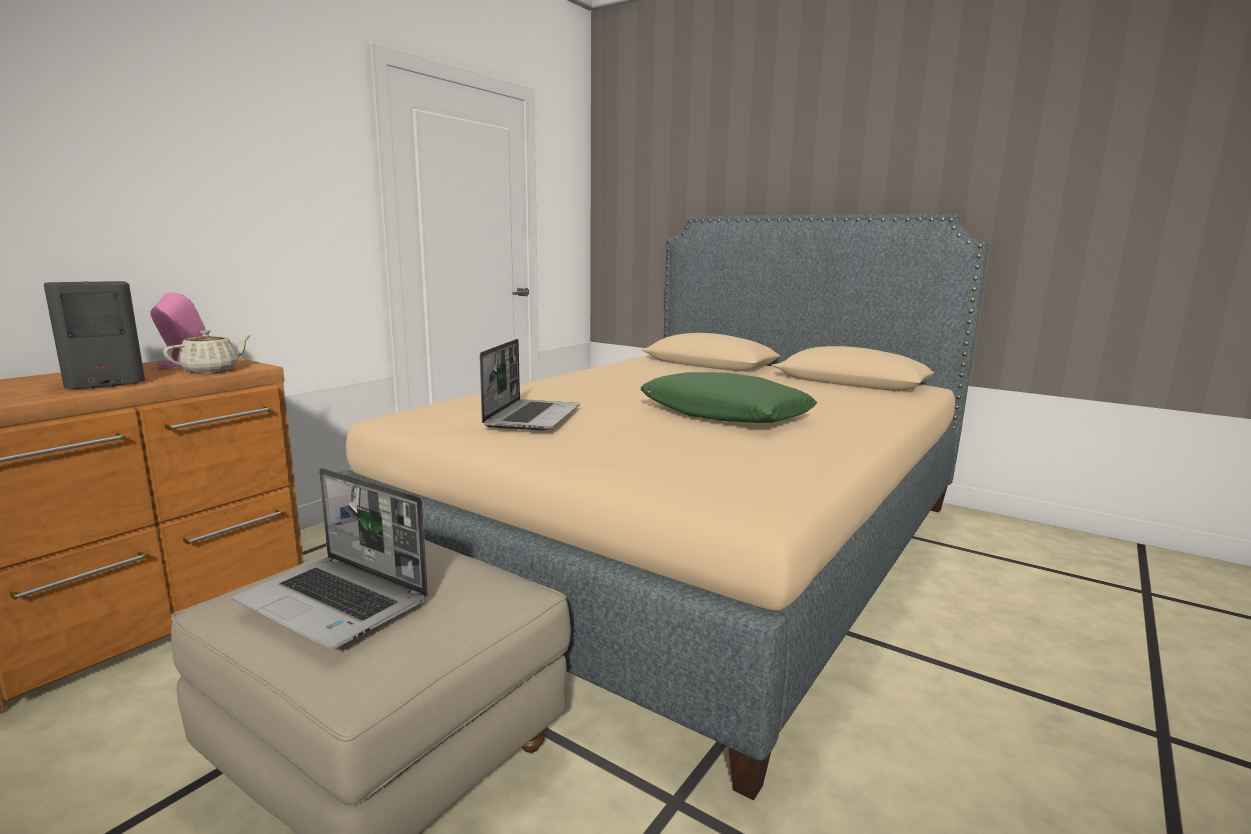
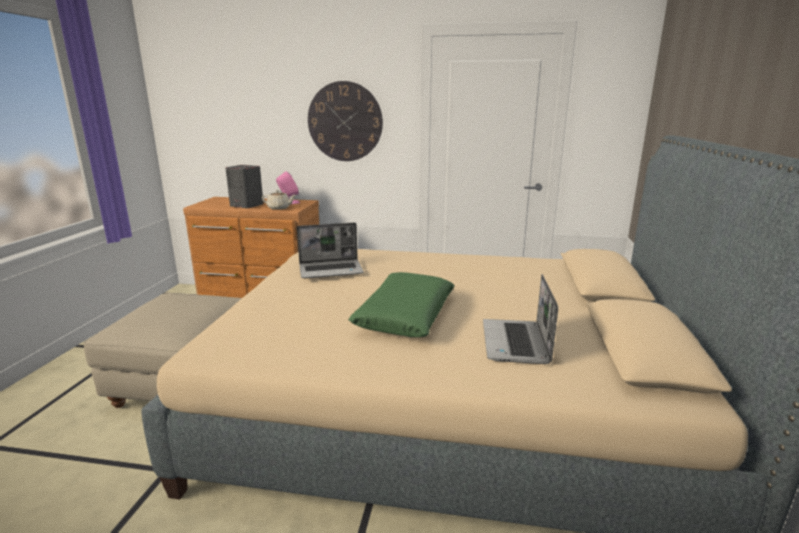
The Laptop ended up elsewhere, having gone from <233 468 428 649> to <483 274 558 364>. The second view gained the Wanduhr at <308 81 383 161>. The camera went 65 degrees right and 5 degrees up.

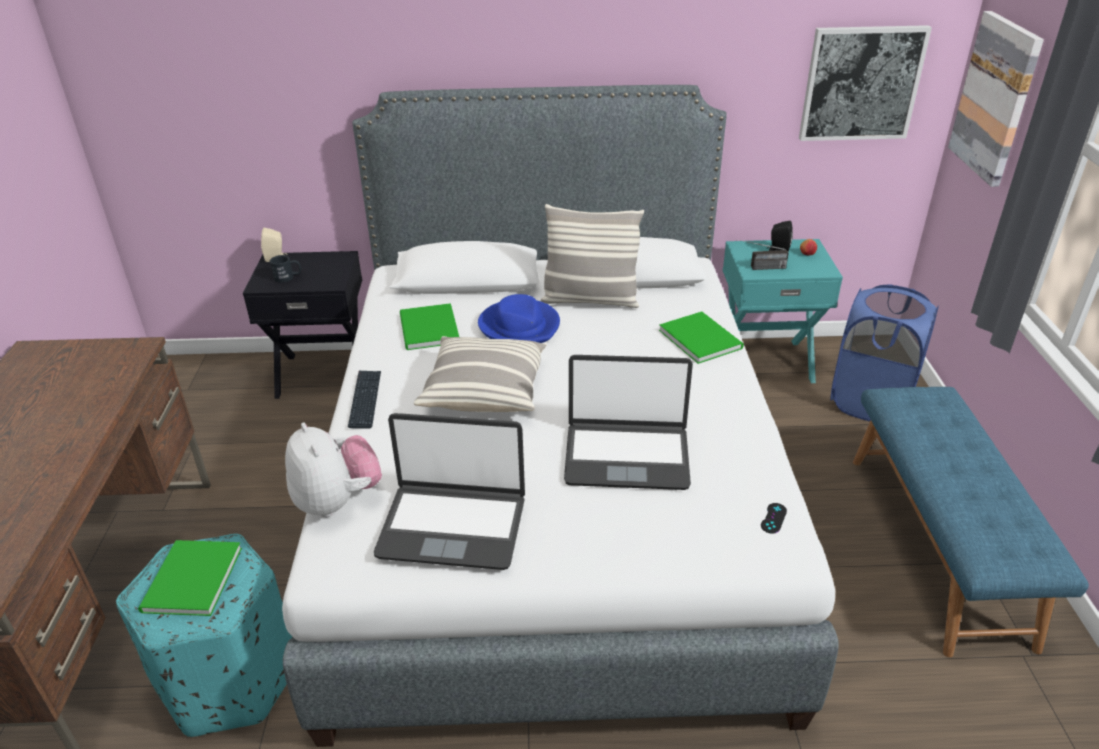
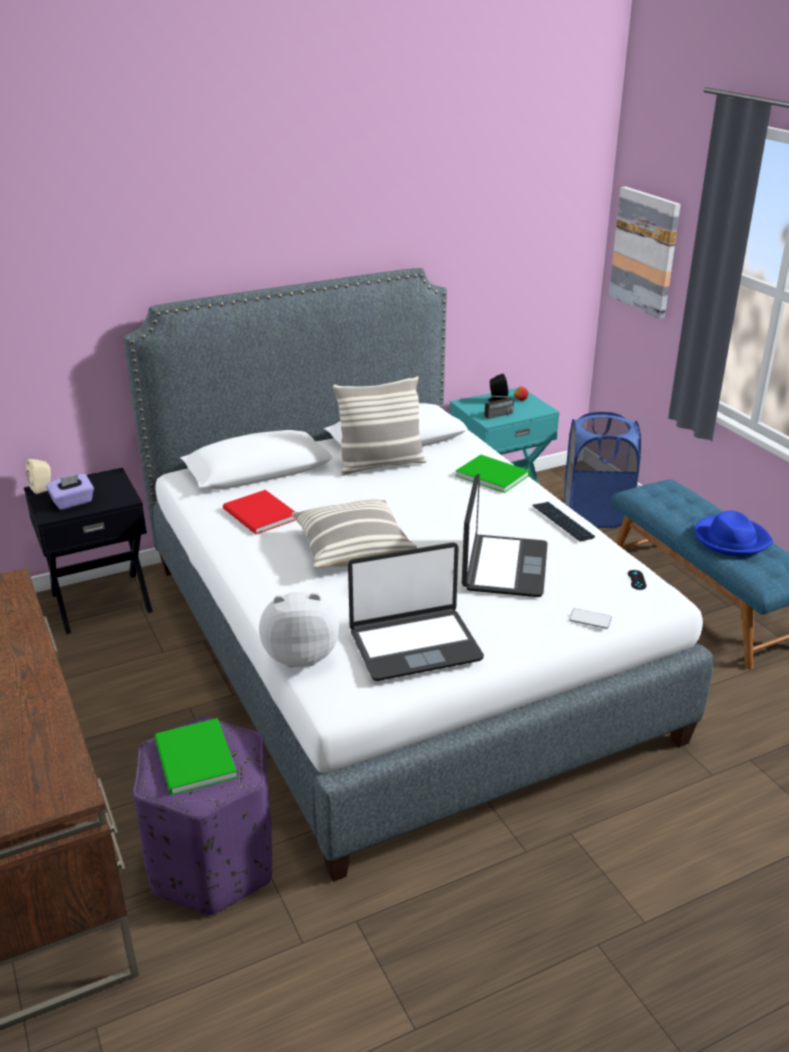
What was the Polsterhocker (türkis) at <116 534 293 737> turned into the Polsterhocker (lila) at <133 716 272 916>. Where the Henkelbecher (schwarz) stood at <270 255 301 283>, the Taschentuchbox (lila) came to stand at <46 474 94 510>. The Plüschtier at <285 423 382 517> ended up facing another way, 45 degrees counterclockwise from before. The Tastatur ended up elsewhere, having gone from <348 371 381 428> to <532 502 595 541>. What was the Buch (grün) at <400 303 459 350> turned into the Buch (rot) at <223 490 295 534>. The Hut (blau) ended up elsewhere, having gone from <478 294 560 343> to <694 511 773 556>. The Laptop at <564 355 693 490> ended up facing another way, 60 degrees counterclockwise from before. The second view lost the Bild at <799 25 932 141>. The second view gained the Handy at <569 609 612 629>. The camera went 25 degrees left and 5 degrees down.

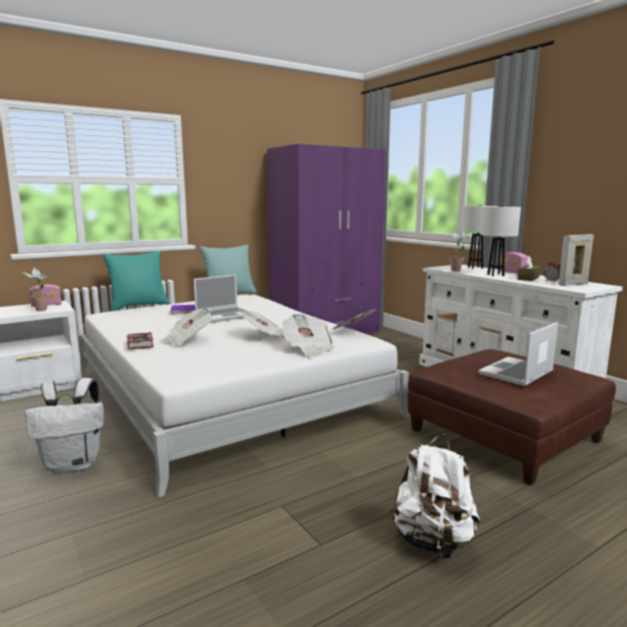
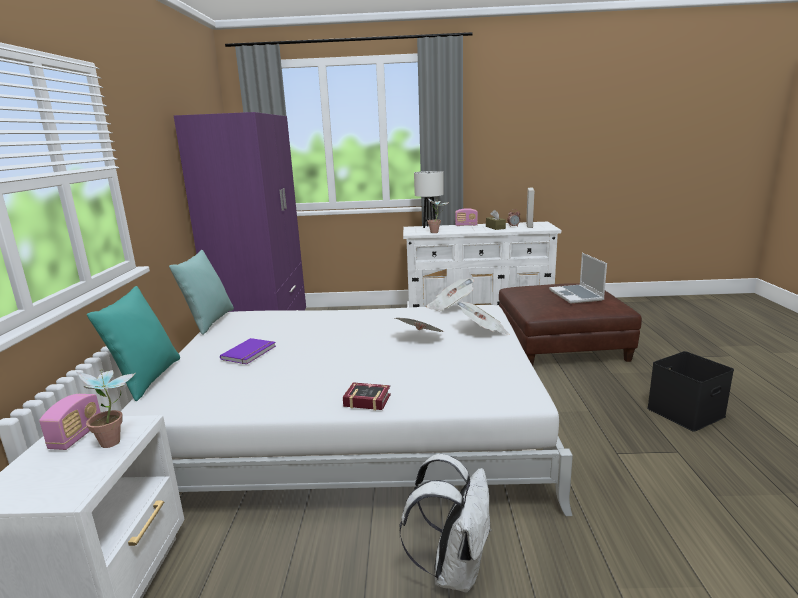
The second view lost the Zeitung at <160 308 212 345>. The second view lost the Laptop at <194 274 247 323>. Where the Rucksack (weiß) stood at <389 434 480 559>, the Aufbewahrungsbox (schwarz) came to stand at <647 351 734 432>. The second view lost the Tischlampe (weiß) at <480 206 521 276>. The camera went 55 degrees left and 5 degrees up.

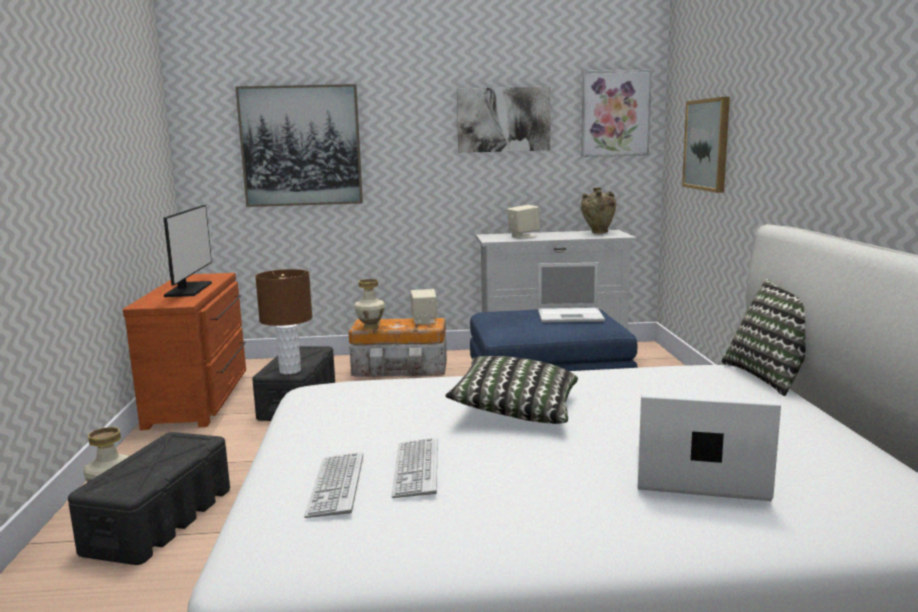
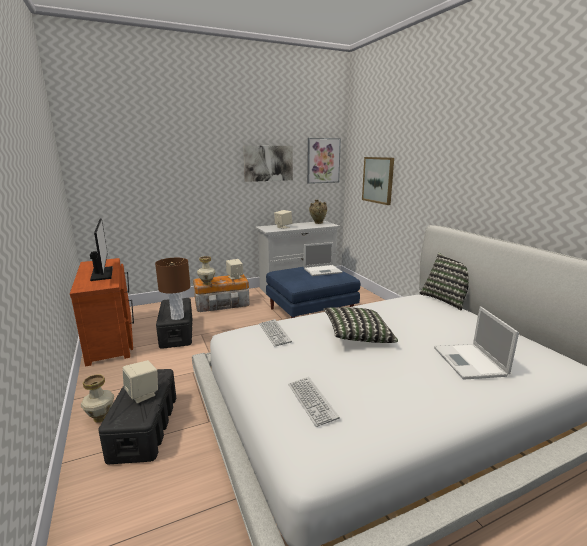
The second view lost the Bild at <235 84 363 207>. The Tastatur ended up elsewhere, having gone from <391 438 438 498> to <259 319 292 347>. The Laptop at <638 393 781 501> ended up facing another way, 90 degrees counterclockwise from before. The second view gained the Lautsprecher (beige) at <122 360 158 404>. The camera went 20 degrees left and 5 degrees up.

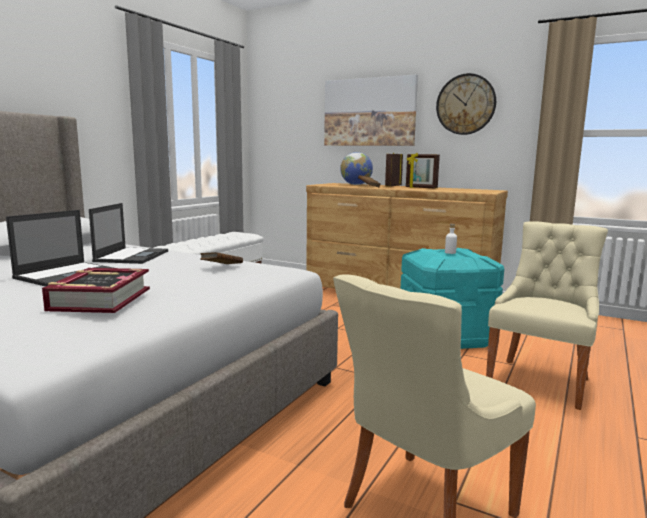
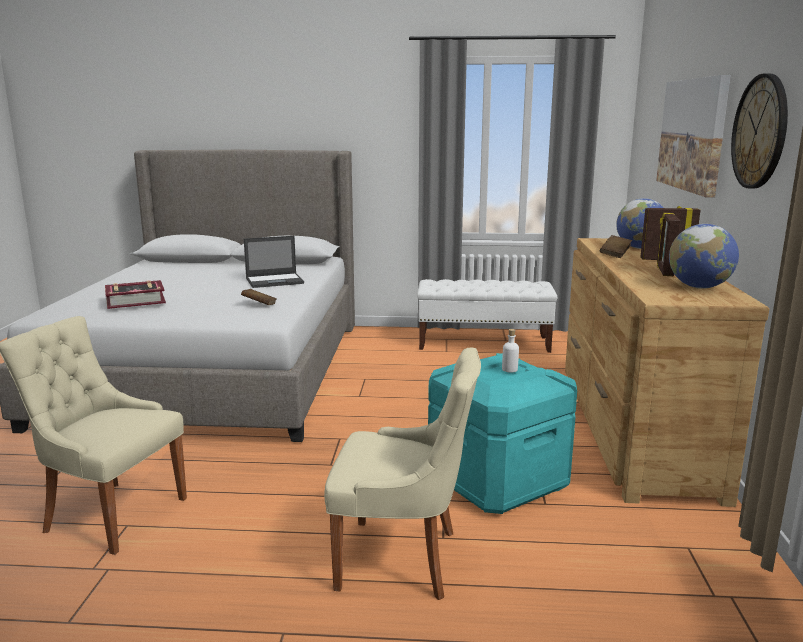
The second view lost the Laptop at <6 210 113 287>. The second view gained the Globus at <669 224 739 289>. The camera went 65 degrees right and 5 degrees up.

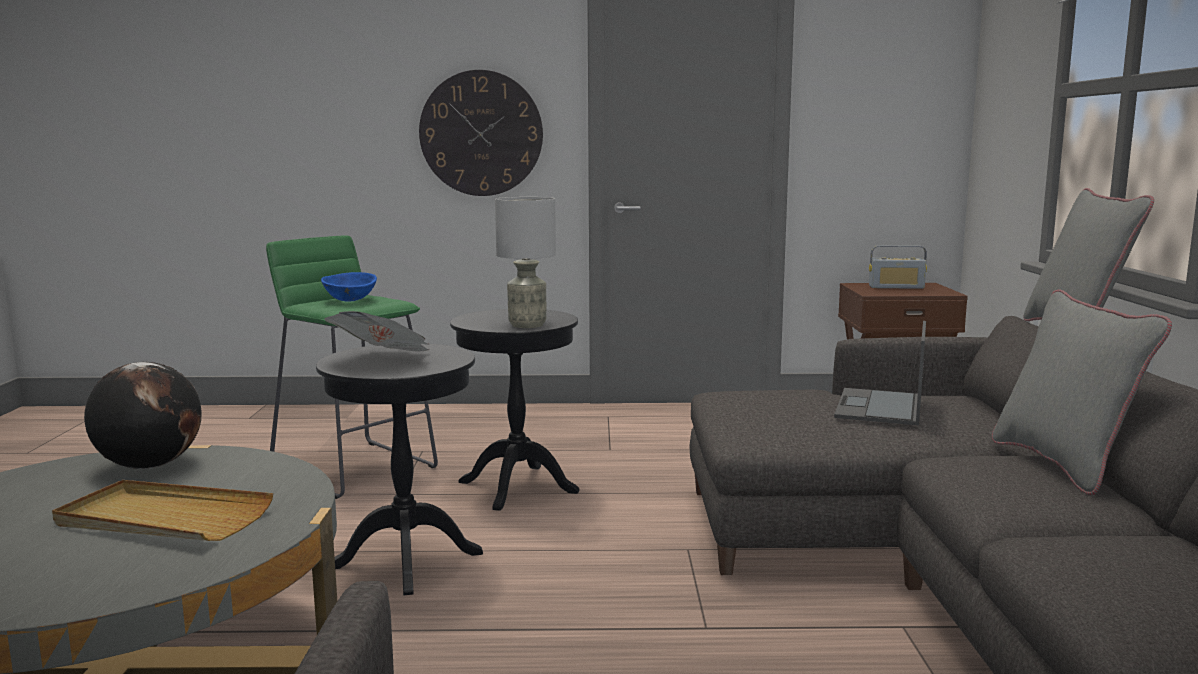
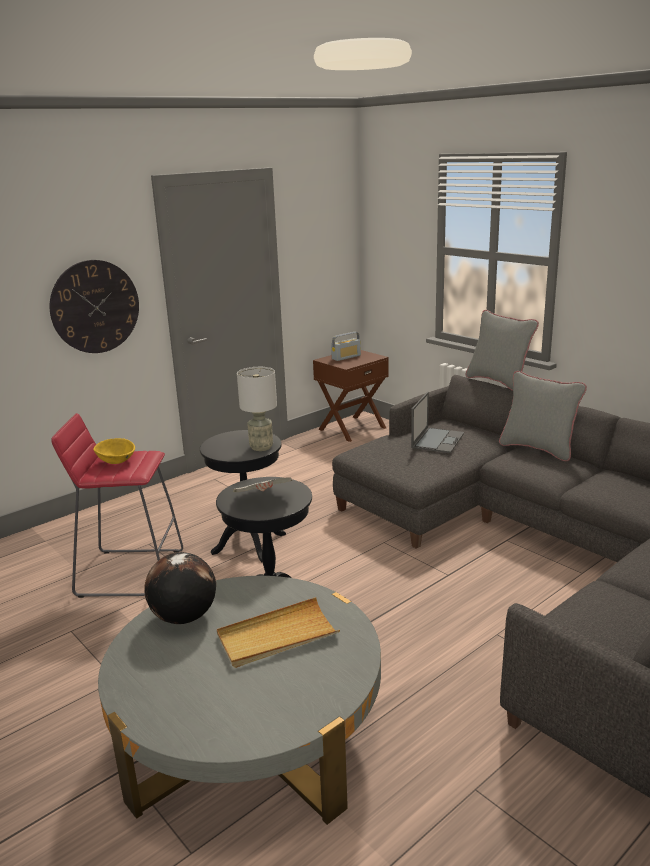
What was the Hocker (grün) at <266 235 438 499> turned into the Hocker (rot) at <51 413 183 598>. What was the Schüssel (blau) at <321 272 377 302> turned into the Schüssel (gelb) at <93 438 135 464>. The Laptop at <834 321 926 426> ended up facing another way, 135 degrees counterclockwise from before. The camera went 40 degrees left and 10 degrees up.

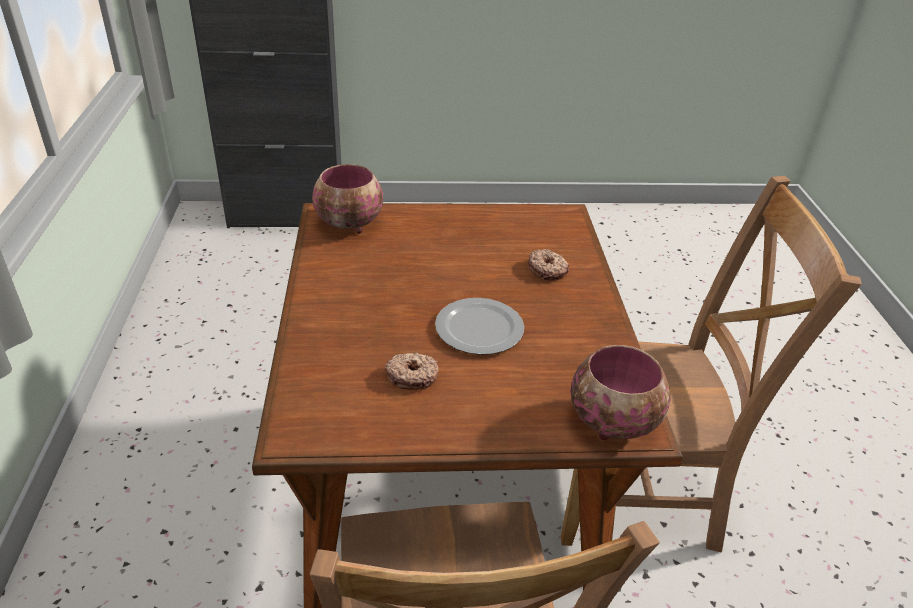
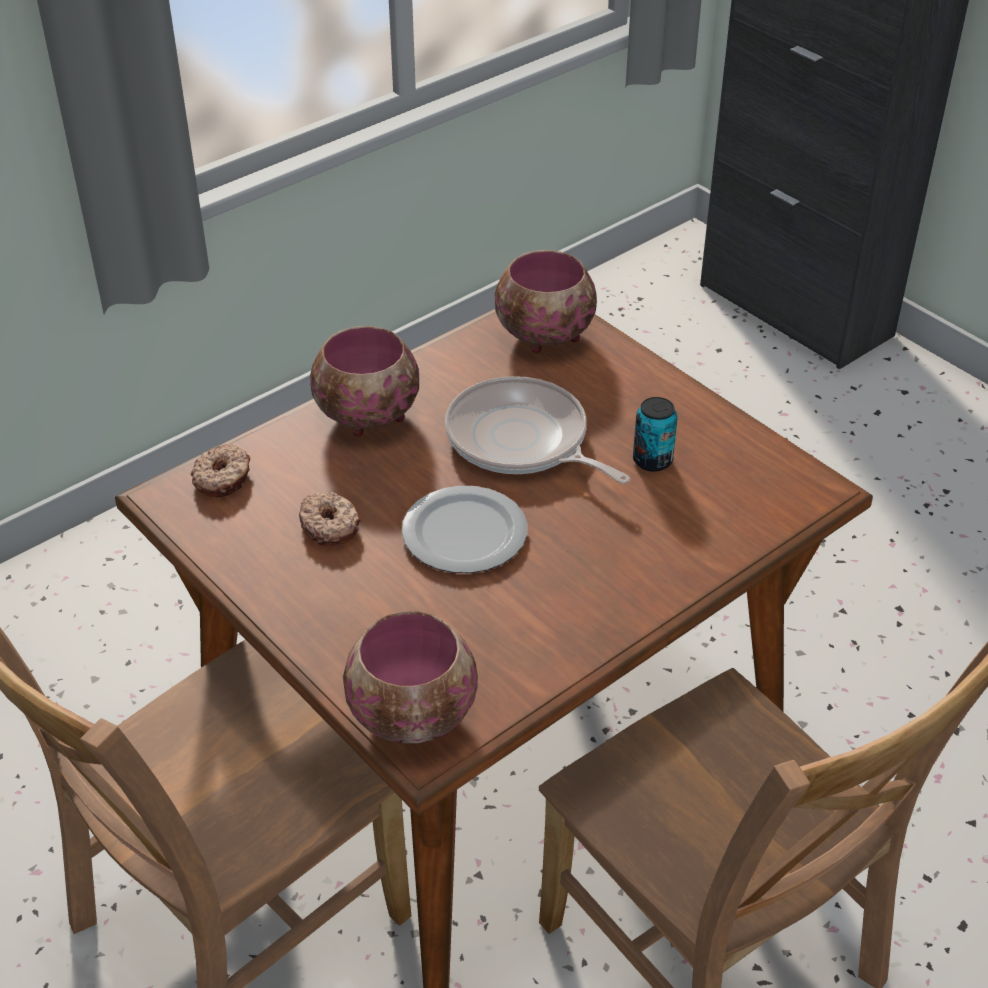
The Donut ended up elsewhere, having gone from <528 249 569 281> to <191 444 250 497>. The second view gained the Schüssel at <310 326 419 436>. The second view gained the Pfanne at <445 376 630 484>. The second view gained the Dose at <633 397 678 472>. The camera went 55 degrees right and 5 degrees up.

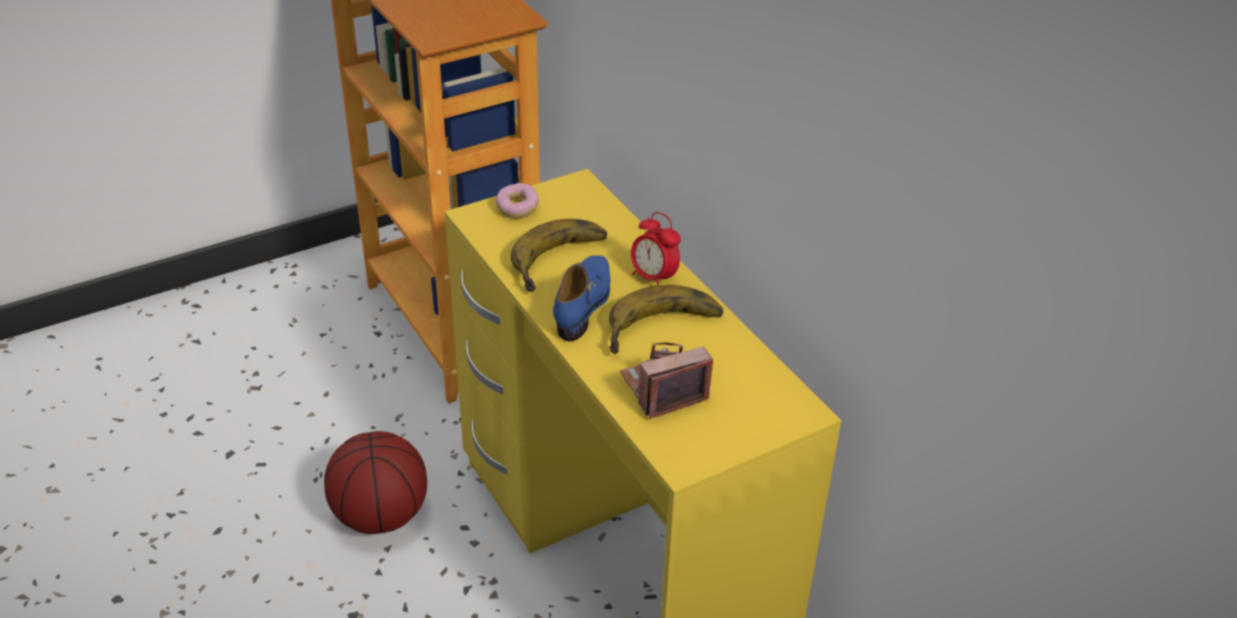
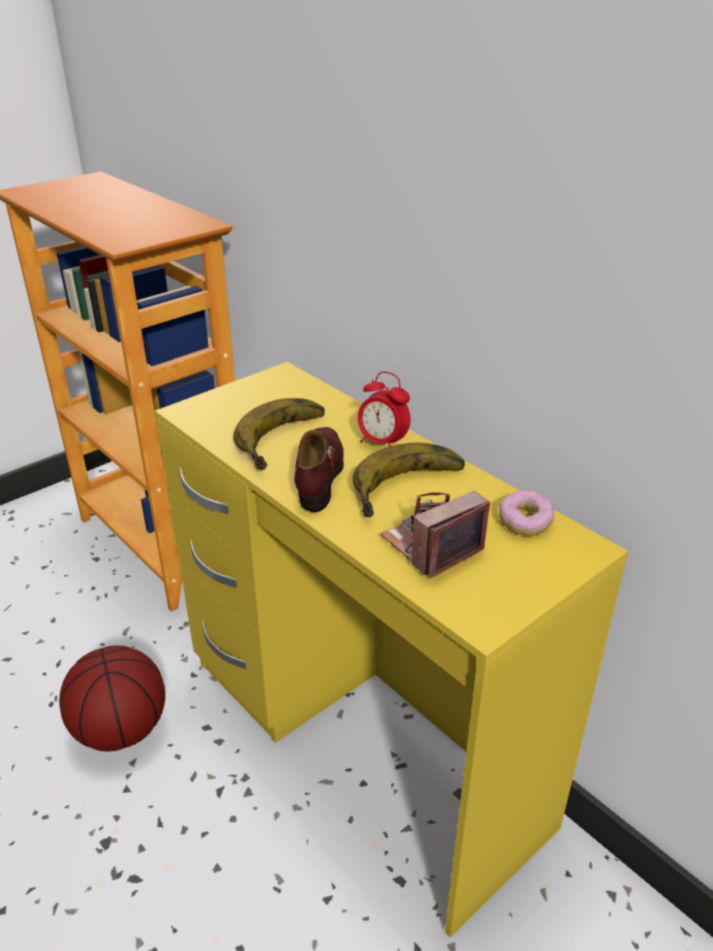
The Donut ended up elsewhere, having gone from <496 183 539 218> to <499 490 554 536>. What was the Schuh (blau) at <553 255 610 341> turned into the Schuh (braun) at <294 427 344 512>. The camera went 10 degrees left and 5 degrees down.

